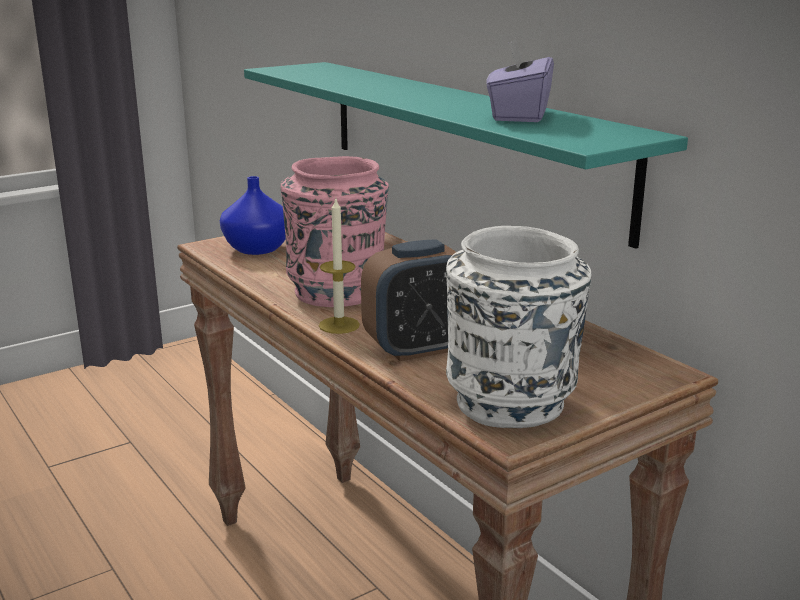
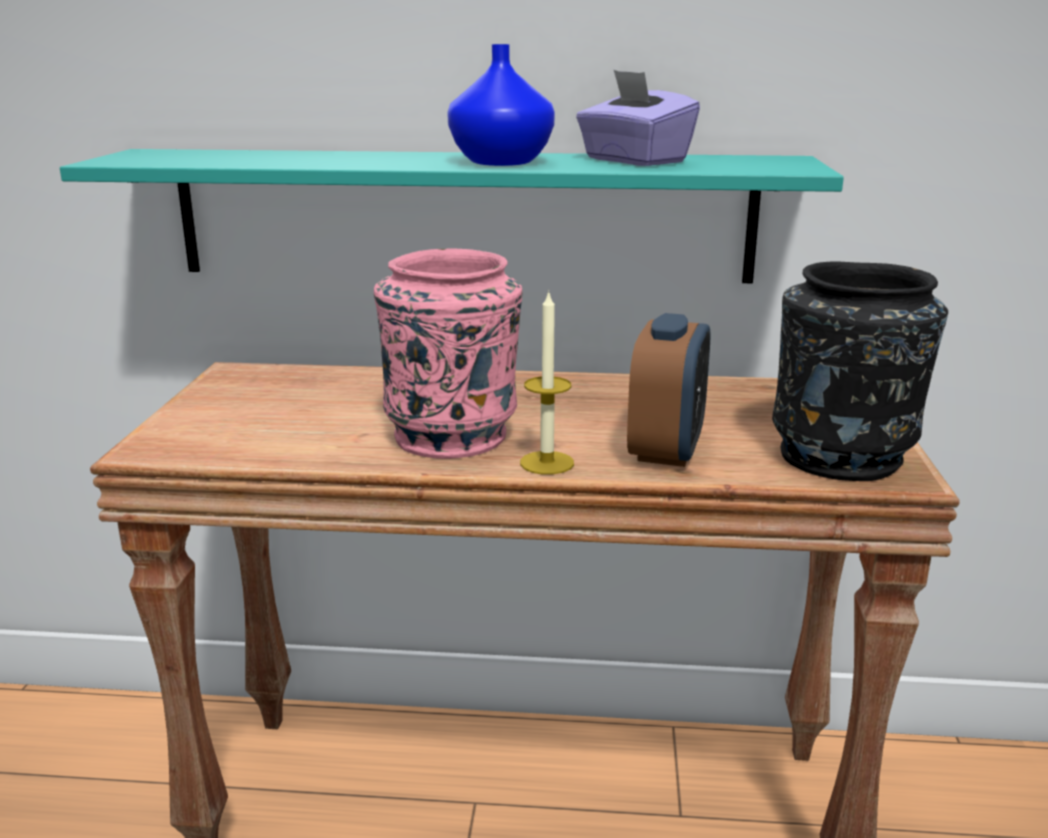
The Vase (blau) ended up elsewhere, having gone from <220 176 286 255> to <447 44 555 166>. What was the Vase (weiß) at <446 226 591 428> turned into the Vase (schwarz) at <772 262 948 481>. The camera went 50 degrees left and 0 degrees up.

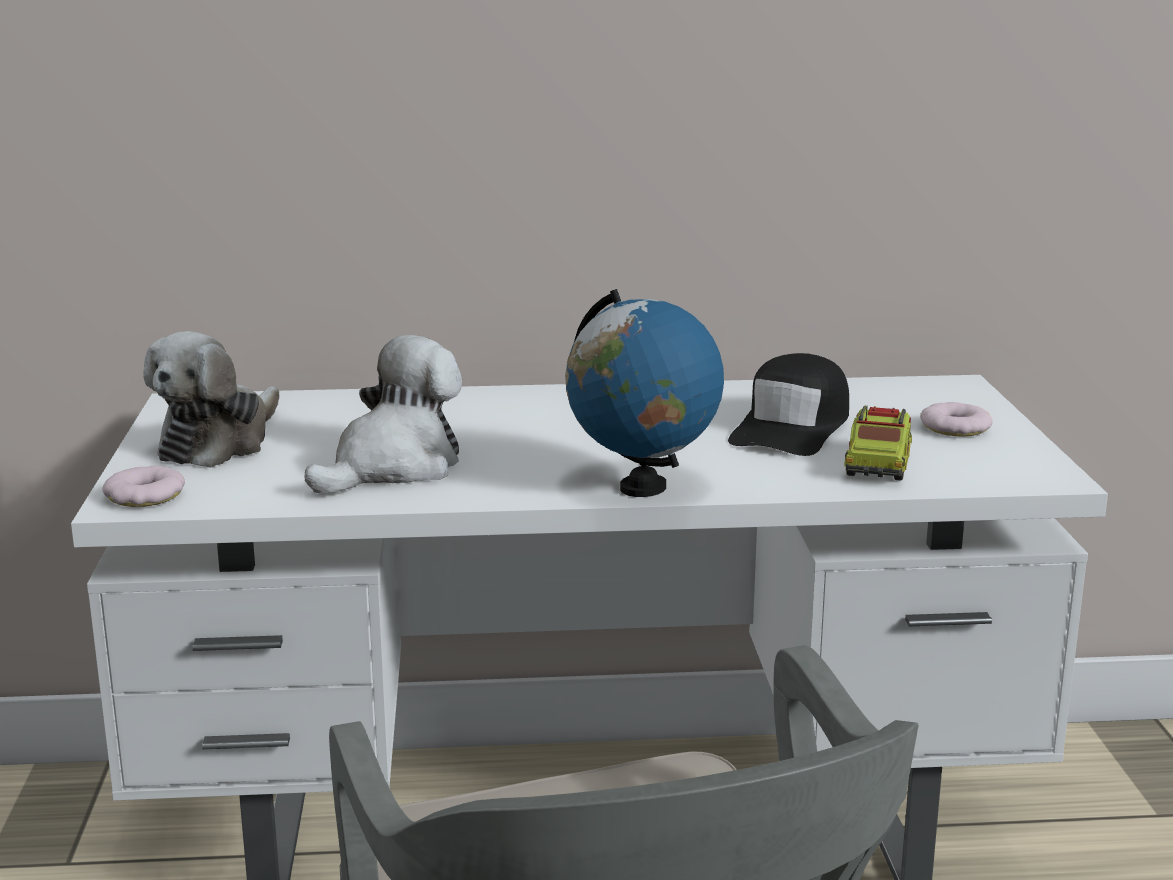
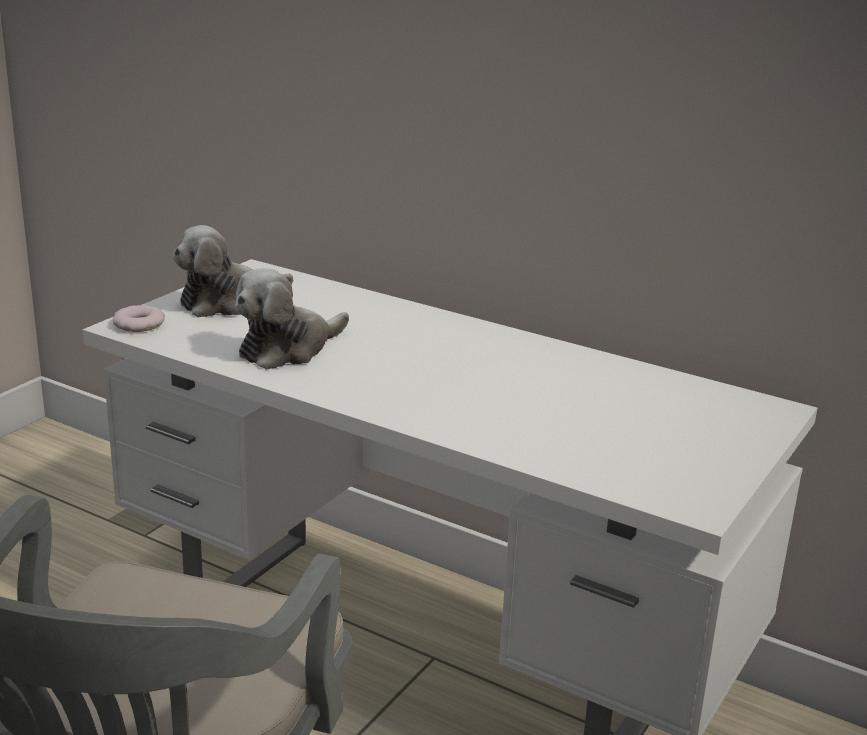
The Plüschtier at <305 335 462 493> ended up facing another way, 150 degrees clockwise from before. The second view lost the Globus at <565 289 724 497>. The second view lost the Kappe (schwarz) at <728 353 849 456>. The second view lost the Spielzeuglaster at <844 406 912 481>. The second view lost the Donut at <920 402 993 437>. The camera went 35 degrees right and 5 degrees up.

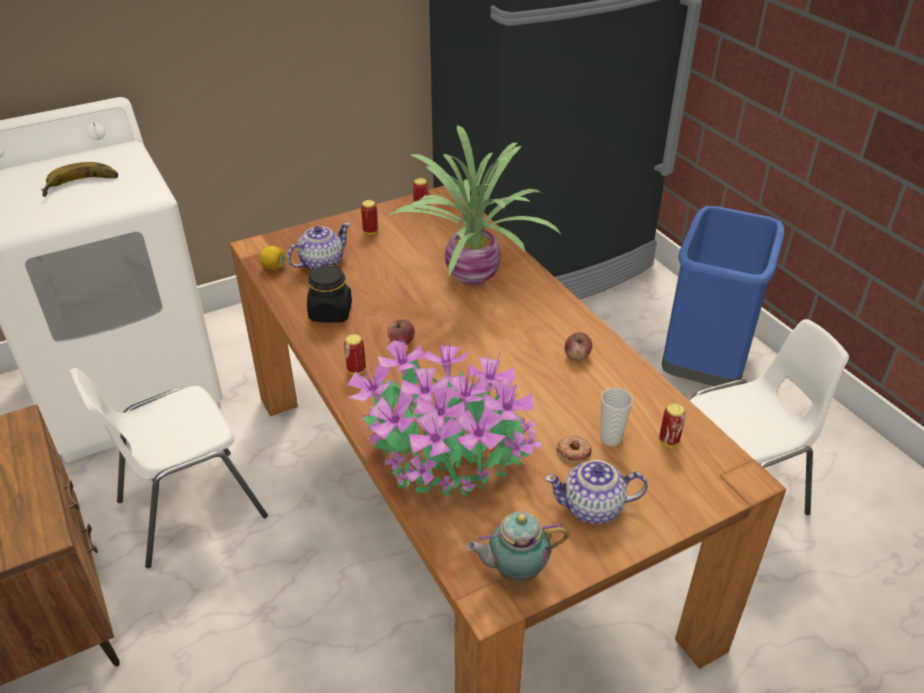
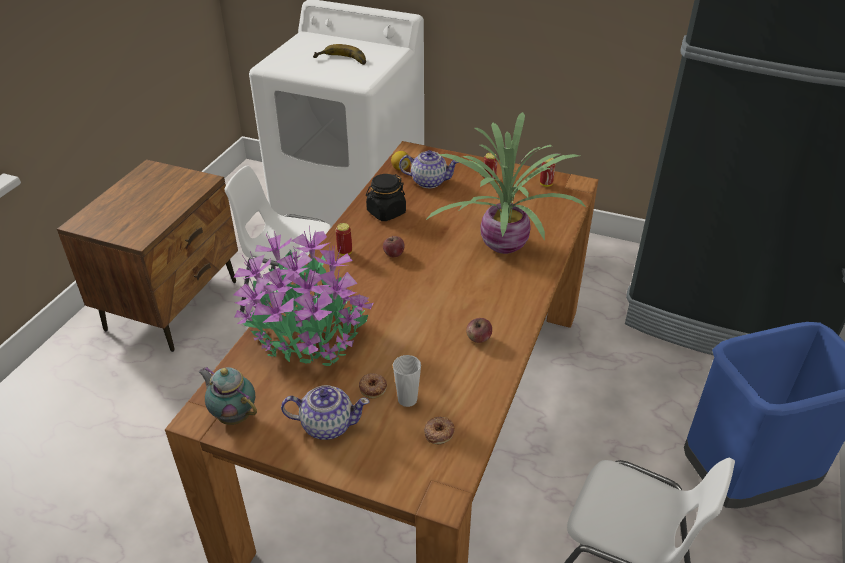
The Teekanne at <545 460 648 524> ended up facing another way, 135 degrees clockwise from before. Where the Dose stood at <659 403 686 447>, the Donut came to stand at <424 417 455 444>. The camera went 50 degrees right and 0 degrees up.

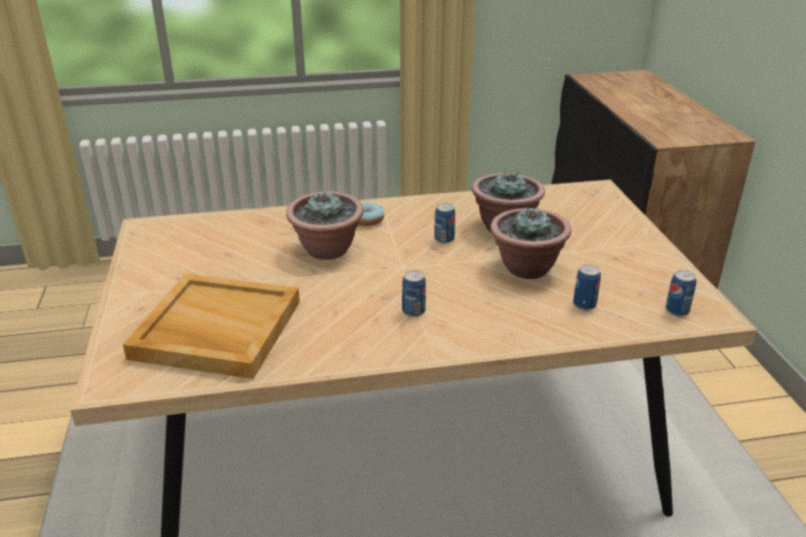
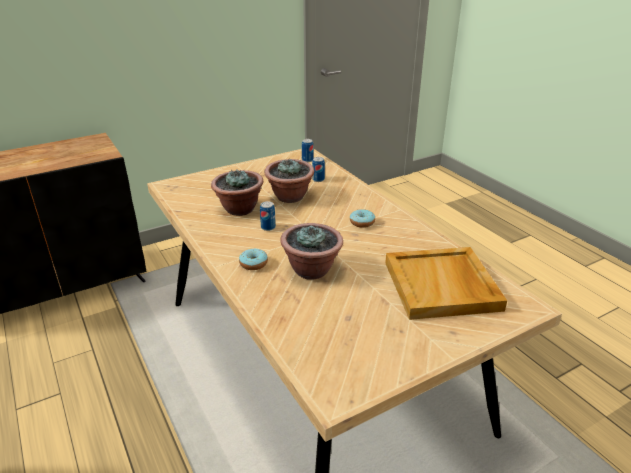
Where the Dose stood at <402 270 426 317>, the Donut came to stand at <350 209 375 228>. The camera went 110 degrees left and 0 degrees up.

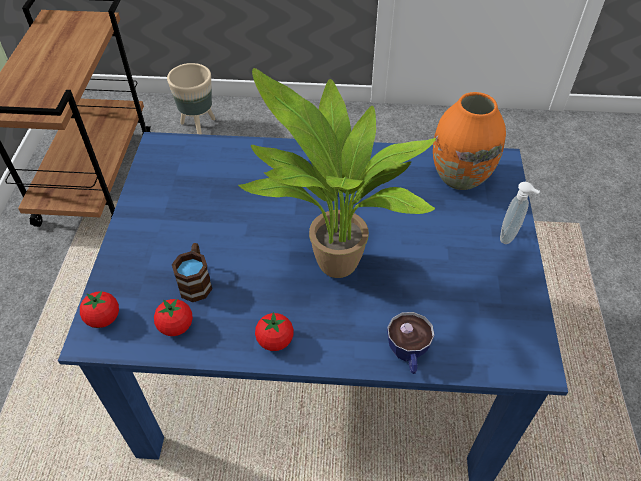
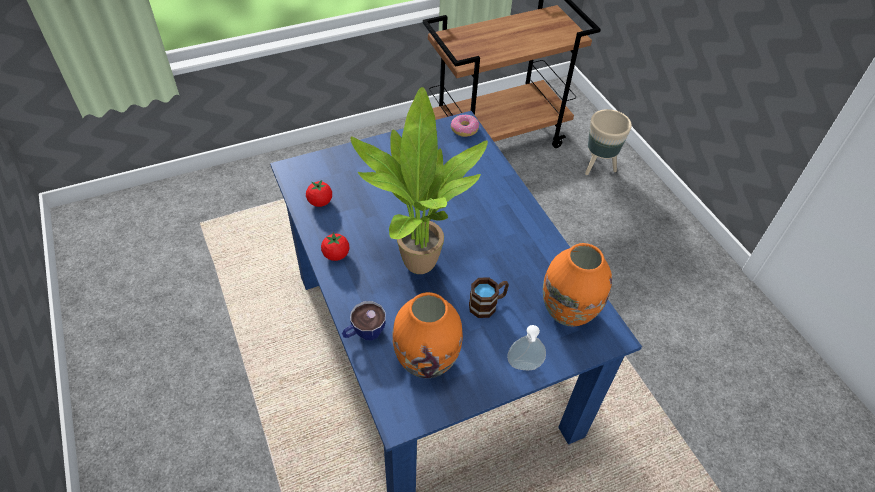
The second view lost the Tomate at <80 291 119 328>. The Henkelbecher (braun) ended up elsewhere, having gone from <172 243 213 302> to <469 277 509 318>. The second view gained the Vase (orange) at <392 292 463 378>. The second view gained the Donut at <451 114 479 137>. The camera went 60 degrees right and 0 degrees up.

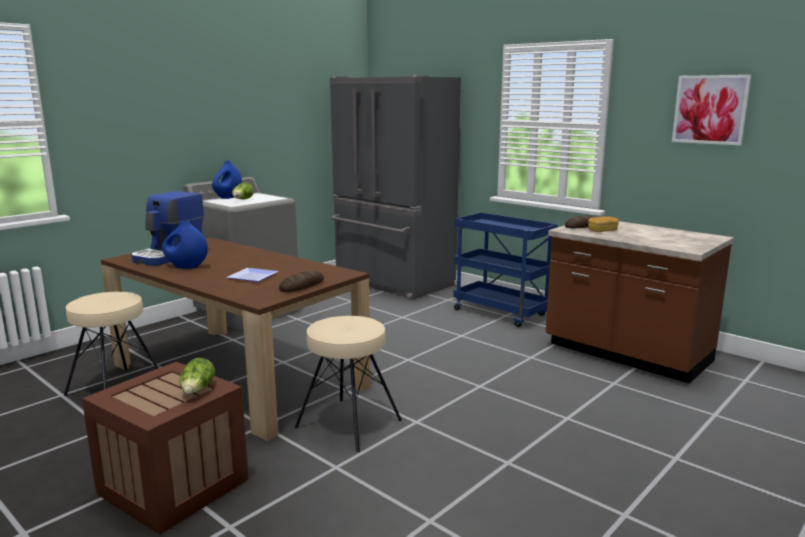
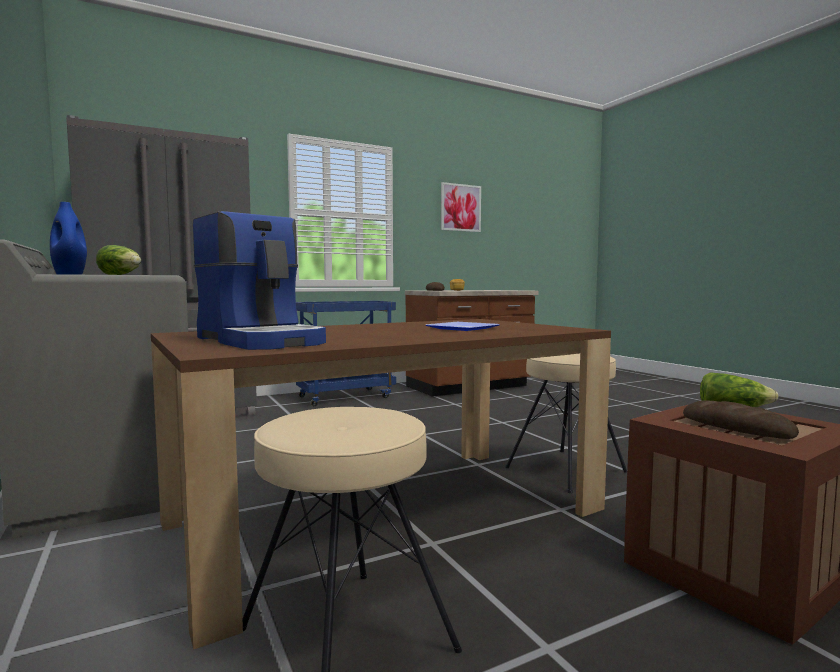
The second view lost the Vase (blau) at <162 220 208 269>. The Brot ended up elsewhere, having gone from <279 271 324 292> to <683 400 799 439>. The camera went 70 degrees left and 10 degrees down.

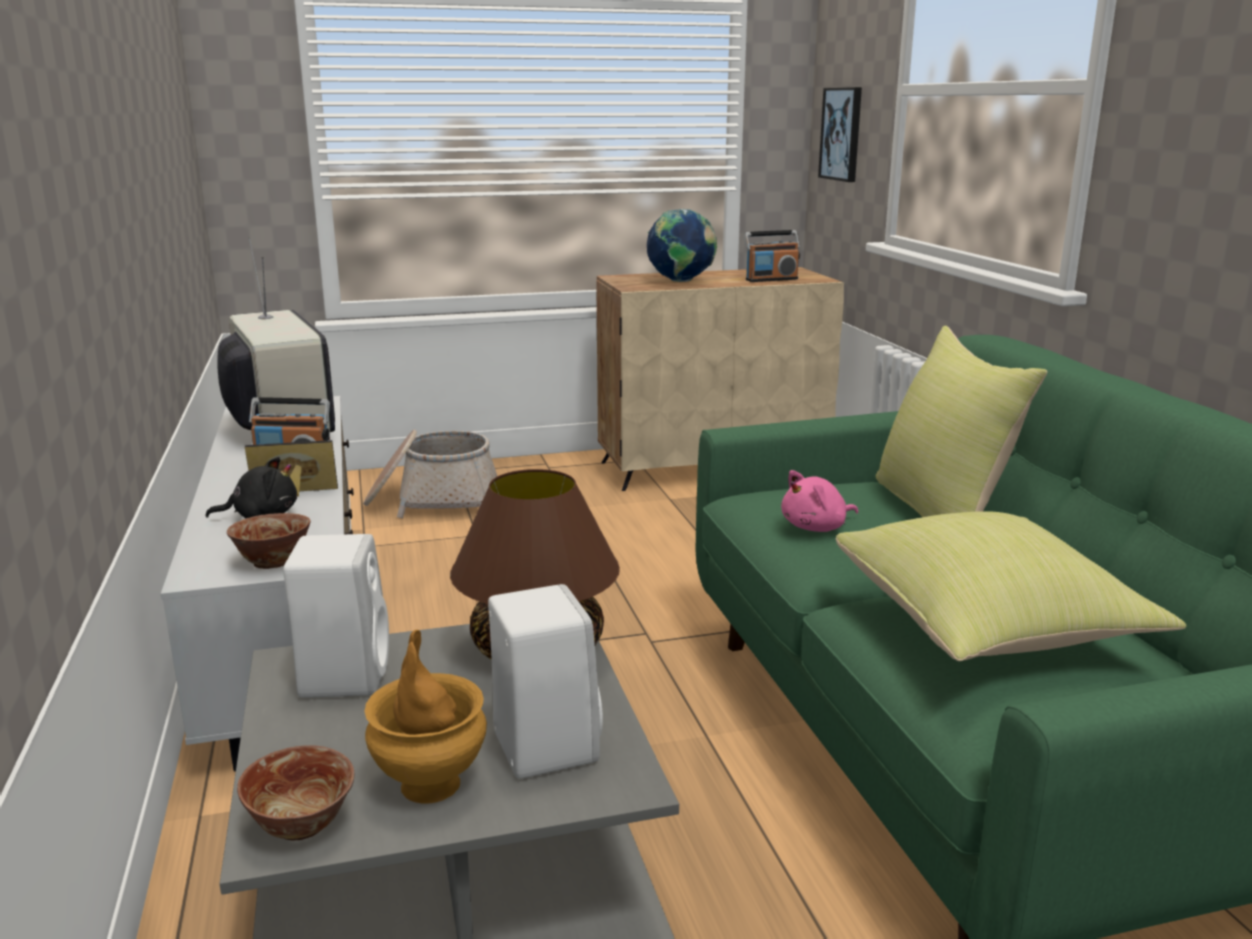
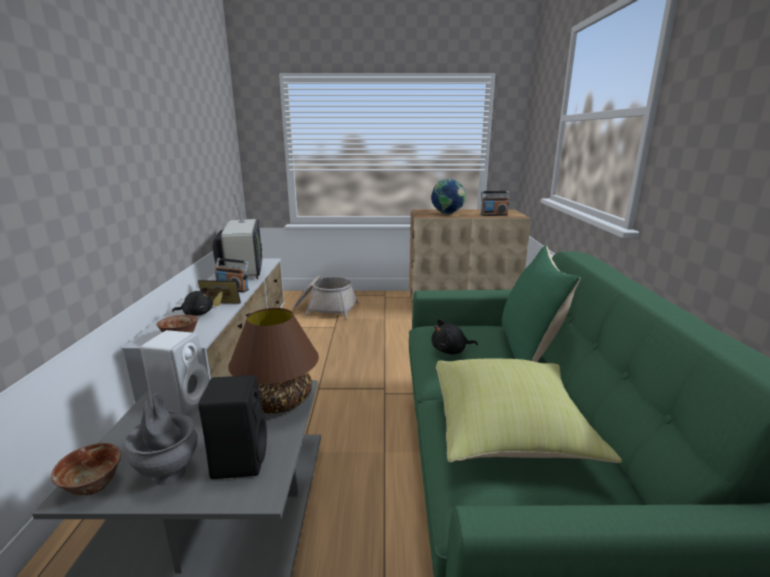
What was the Vase (braun) at <364 630 487 803> turned into the Vase (grau) at <125 393 198 485>. What was the Lautsprecher (weiß) at <488 584 603 779> turned into the Lautsprecher (schwarz) at <198 375 267 479>. What was the Plüschtier (rosa) at <781 470 858 532> turned into the Plüschtier (schwarz) at <431 319 478 355>. The second view lost the Bild at <818 87 862 182>. What was the Kissen (gelb) at <876 326 1047 517> turned into the Kissen (grün) at <502 245 580 362>. The camera went 15 degrees right and 0 degrees up.

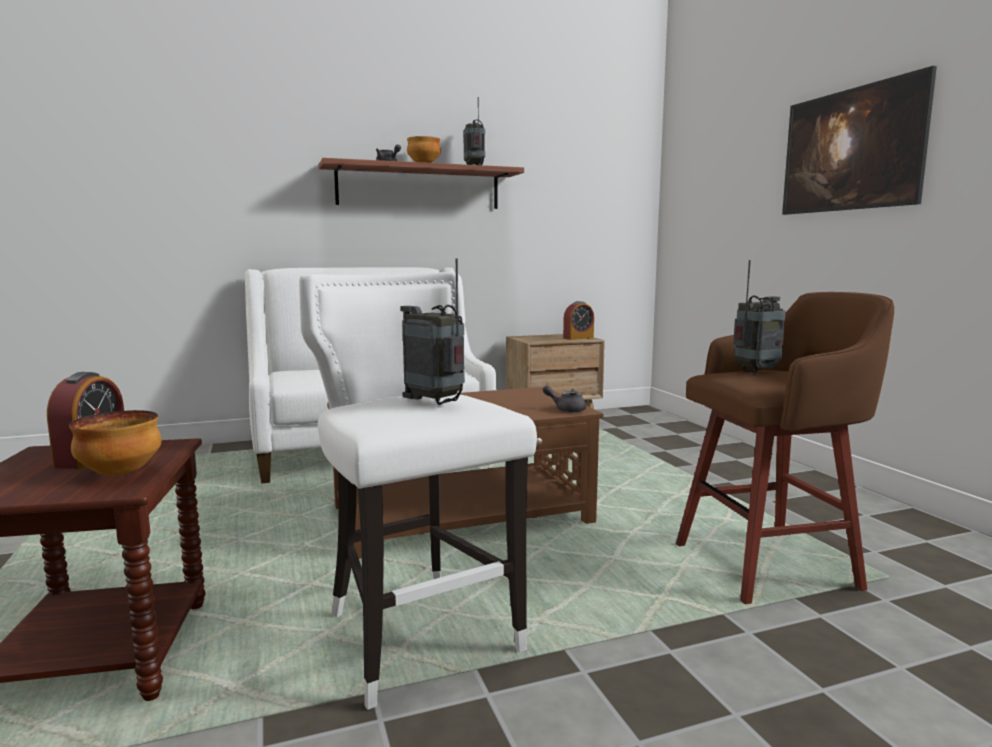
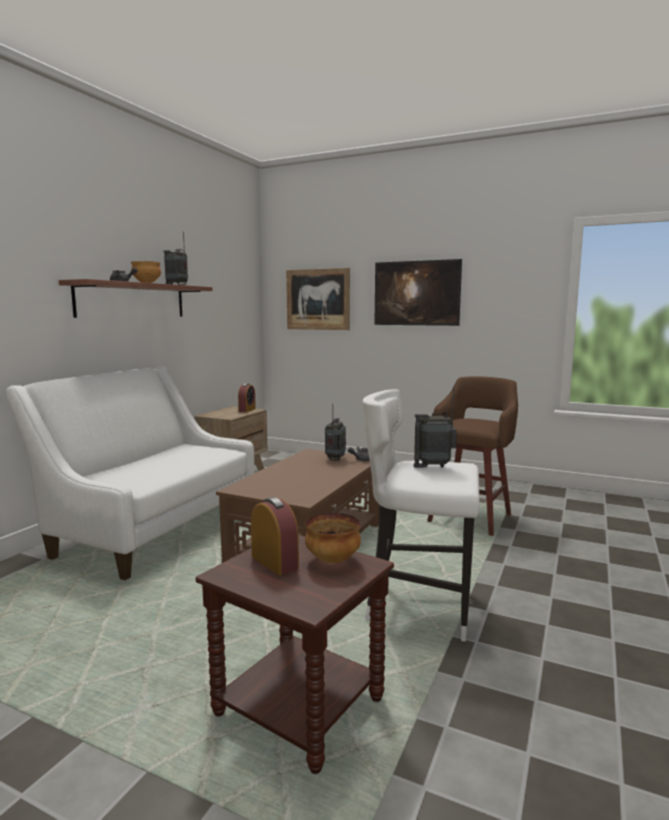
The Radio ended up elsewhere, having gone from <733 260 786 373> to <325 404 346 461>. The second view gained the Bild at <286 268 350 330>. The camera went 45 degrees left and 0 degrees up.

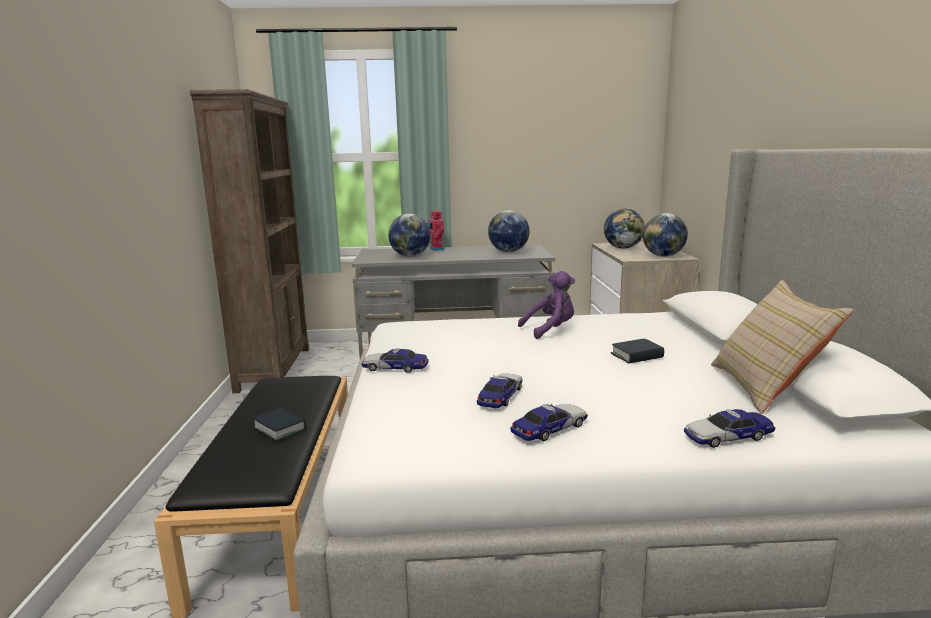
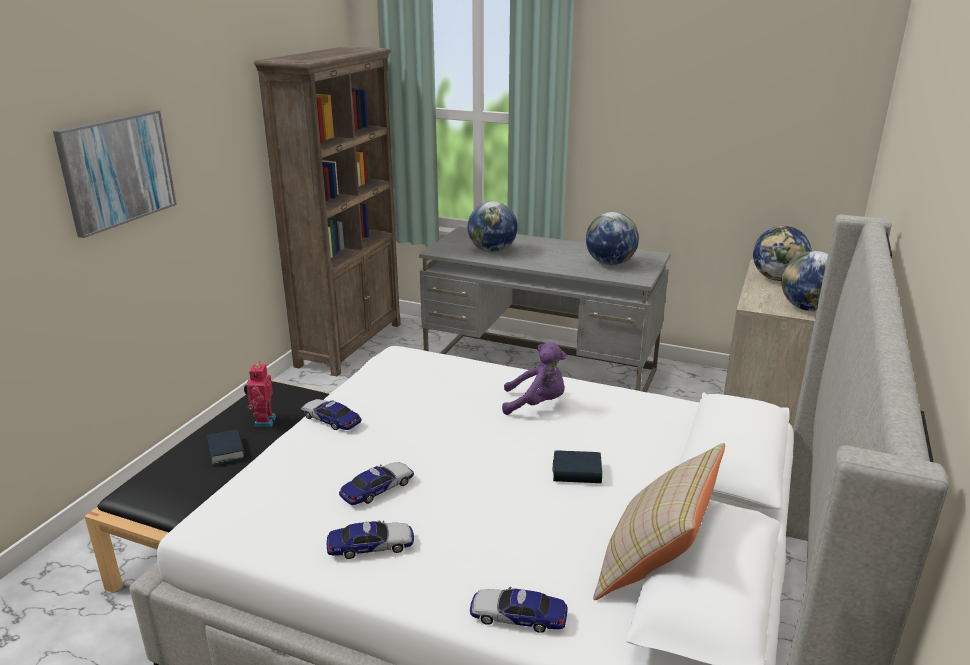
The Spielzeugroboter ended up elsewhere, having gone from <427 209 445 251> to <244 361 276 427>. The second view gained the Bild at <53 110 177 238>. The camera went 25 degrees right and 10 degrees up.

